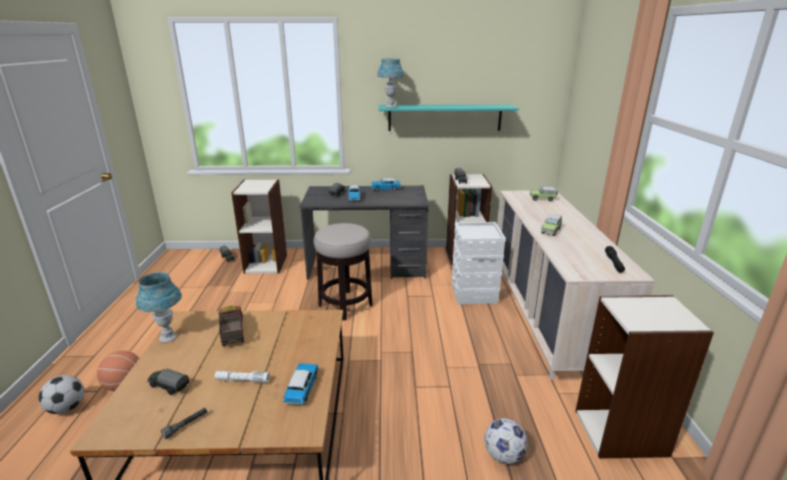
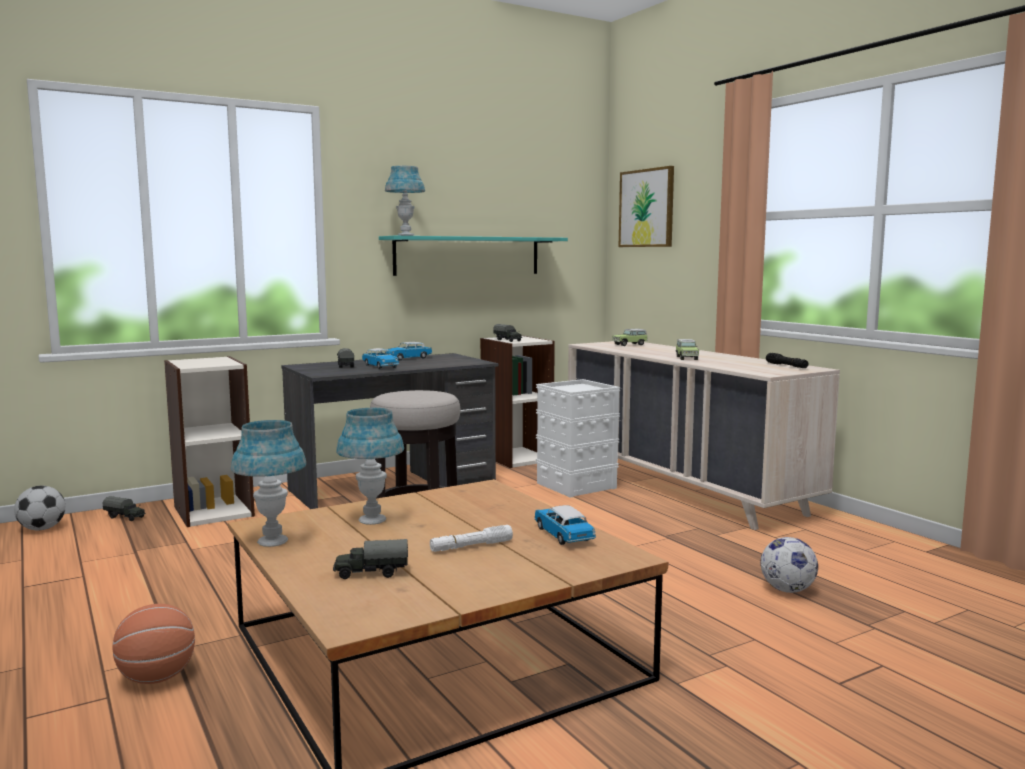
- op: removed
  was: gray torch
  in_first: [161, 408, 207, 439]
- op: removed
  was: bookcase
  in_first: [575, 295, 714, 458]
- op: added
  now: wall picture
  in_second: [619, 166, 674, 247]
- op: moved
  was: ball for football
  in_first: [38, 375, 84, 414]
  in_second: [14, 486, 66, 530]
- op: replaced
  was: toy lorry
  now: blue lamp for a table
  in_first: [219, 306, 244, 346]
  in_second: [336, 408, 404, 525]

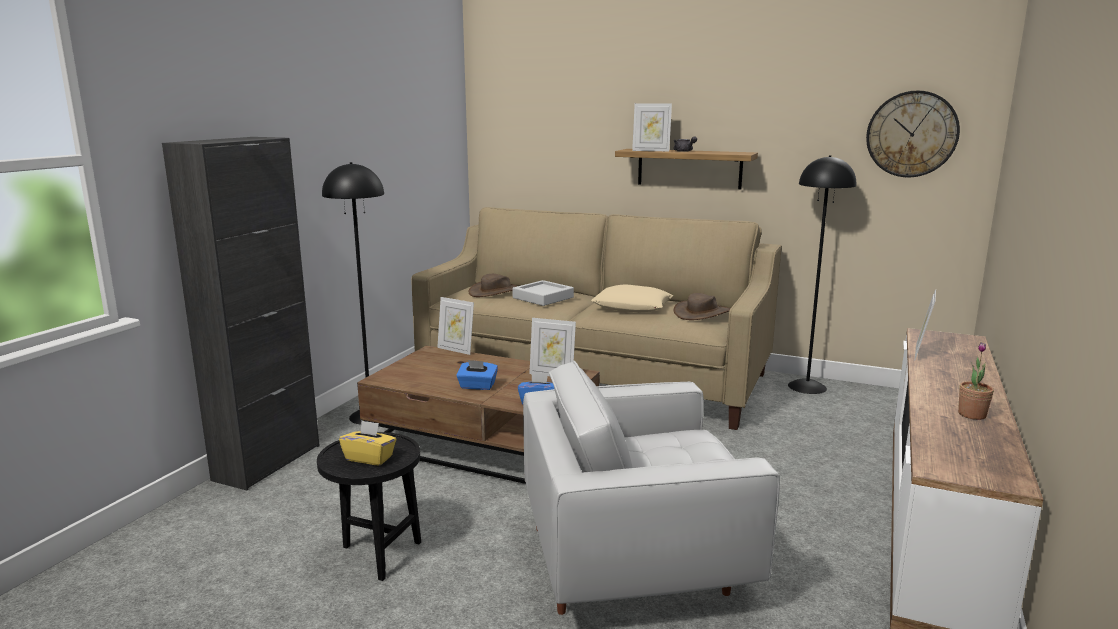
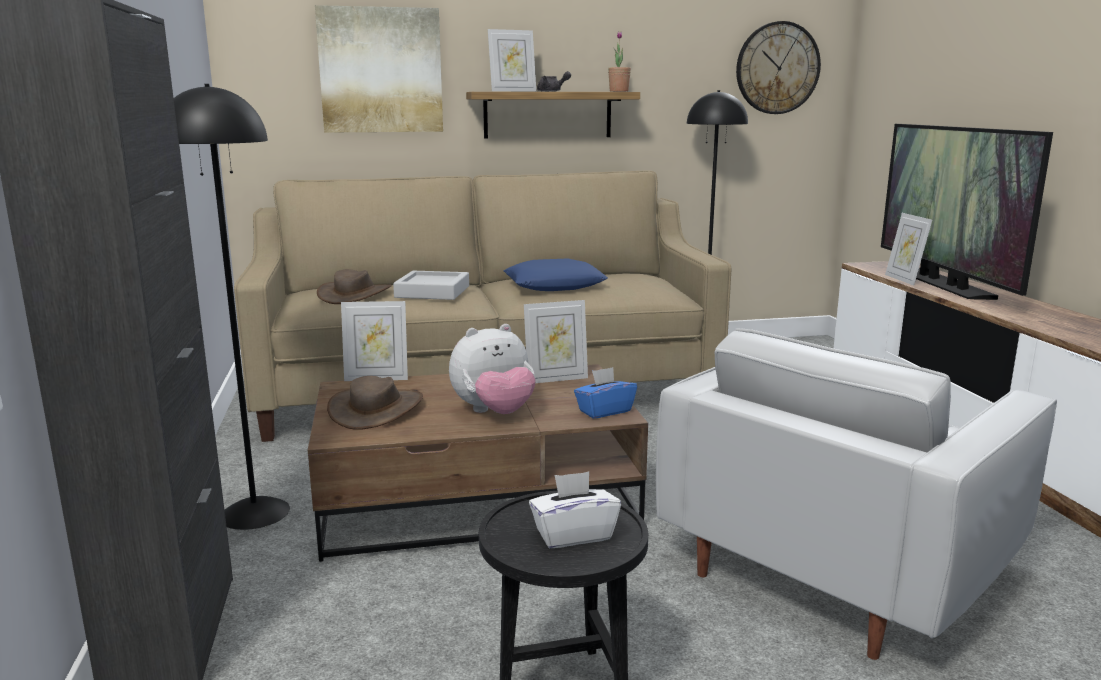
- op: added
  now: wall picture
  in_second: [315, 5, 443, 133]
- op: added
  now: TV set
  in_second: [881, 124, 1053, 300]
- op: moved
  was: brown-coloured wearable hat
  in_first: [674, 293, 731, 320]
  in_second: [327, 376, 423, 430]
- op: moved
  was: plant in a pot
  in_first: [958, 342, 994, 420]
  in_second: [608, 31, 631, 92]
- op: replaced
  was: blue box of tissues
  now: cuddly toy
  in_first: [456, 360, 498, 390]
  in_second: [449, 324, 536, 414]
- op: recoloured
  was: yellow box of tissues
  now: white-coloured box of tissues
  in_first: [339, 420, 396, 466]
  in_second: [529, 471, 621, 548]
- op: recoloured
  was: sand-coloured cushion
  now: blue cushion
  in_first: [591, 284, 673, 313]
  in_second: [504, 258, 608, 291]

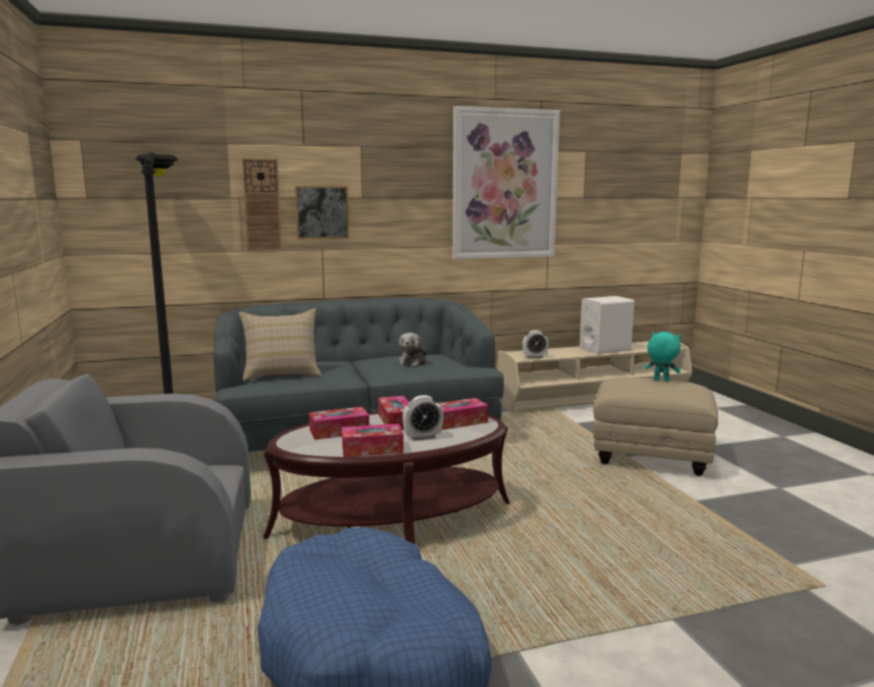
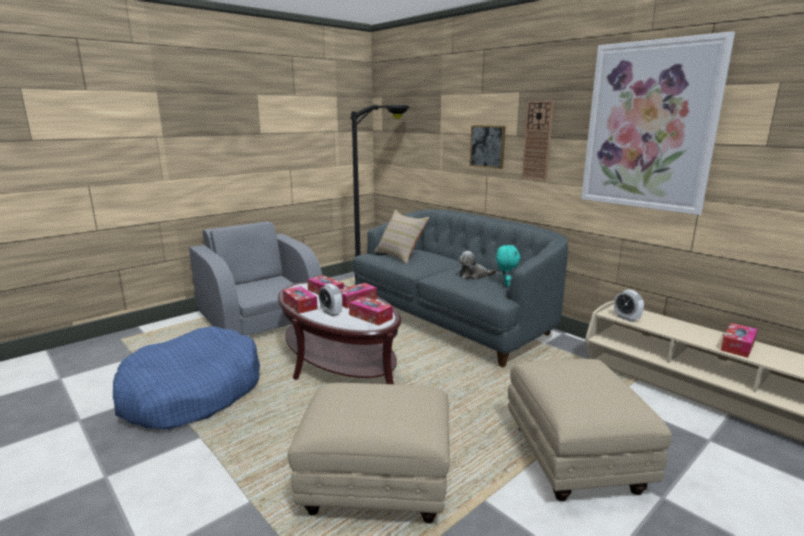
- op: added
  now: sand-coloured footrest
  in_second: [288, 383, 450, 523]
- op: moved
  was: wall clock
  in_first: [242, 158, 282, 252]
  in_second: [522, 101, 554, 181]
- op: moved
  was: blue-green cuddly toy
  in_first: [644, 332, 681, 382]
  in_second: [496, 245, 521, 286]
- op: replaced
  was: white-coloured audio speaker
  now: box of tissues
  in_first: [580, 296, 634, 354]
  in_second: [720, 323, 758, 358]

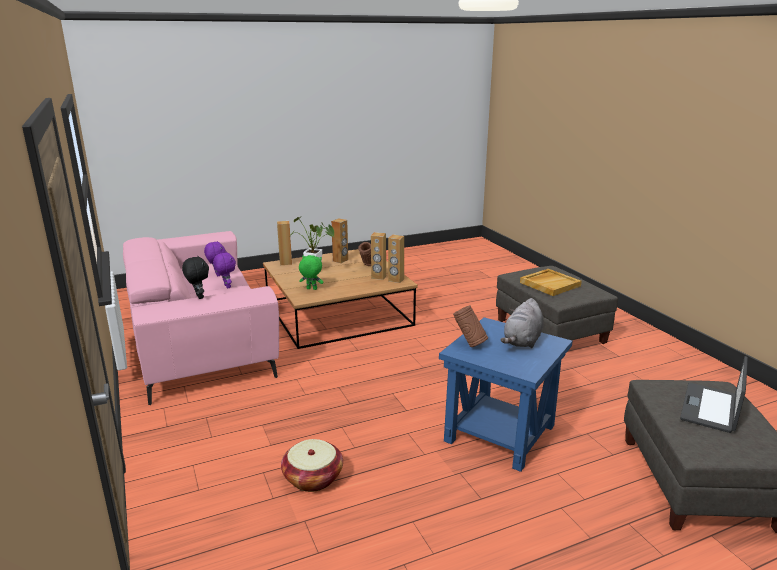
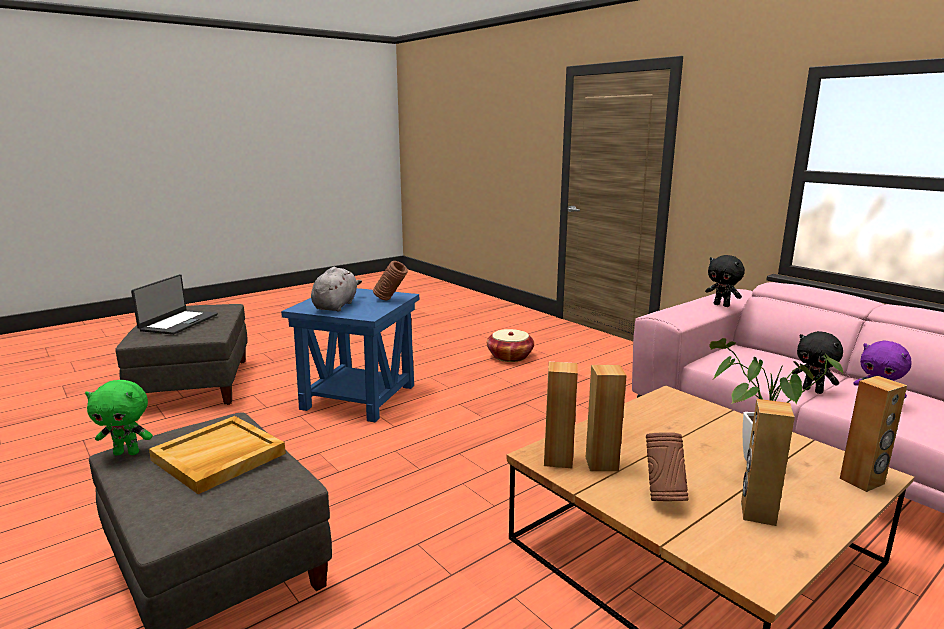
- op: moved
  was: green cuddly toy
  in_first: [299, 255, 323, 290]
  in_second: [85, 380, 153, 456]
- op: recoloured
  was: purple-coloured cuddly toy
  now: blackish cuddly toy
  in_first: [213, 252, 236, 288]
  in_second: [792, 331, 843, 394]

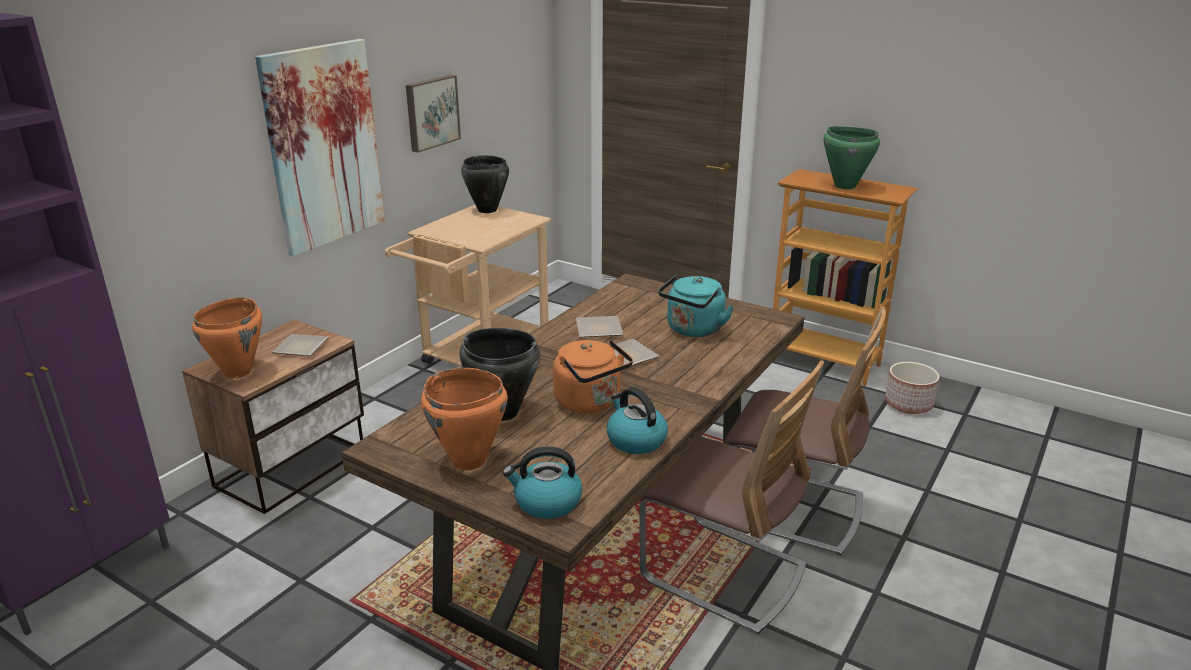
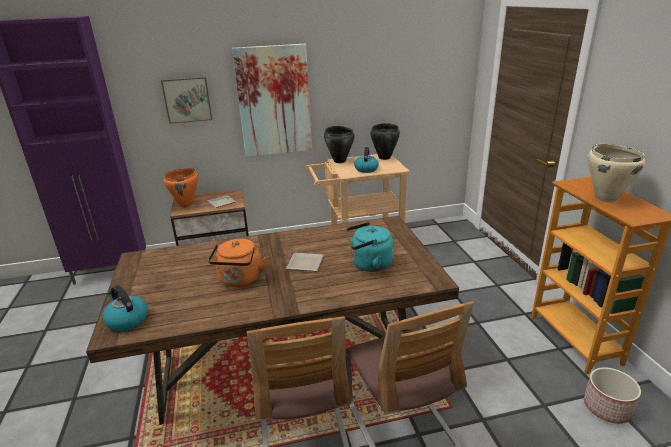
- op: removed
  was: orangey cooking pot
  in_first: [421, 368, 508, 470]
- op: removed
  was: flat dish
  in_first: [576, 316, 623, 337]
- op: moved
  was: wall picture
  in_first: [406, 75, 461, 153]
  in_second: [161, 77, 212, 124]
- op: moved
  was: blackish cooking pot
  in_first: [459, 328, 540, 421]
  in_second: [324, 126, 354, 163]
- op: moved
  was: tea kettle
  in_first: [607, 387, 668, 454]
  in_second: [354, 147, 379, 173]
- op: recoloured
  was: green cooking pot
  now: sand-coloured cooking pot
  in_first: [824, 126, 880, 189]
  in_second: [588, 144, 645, 203]

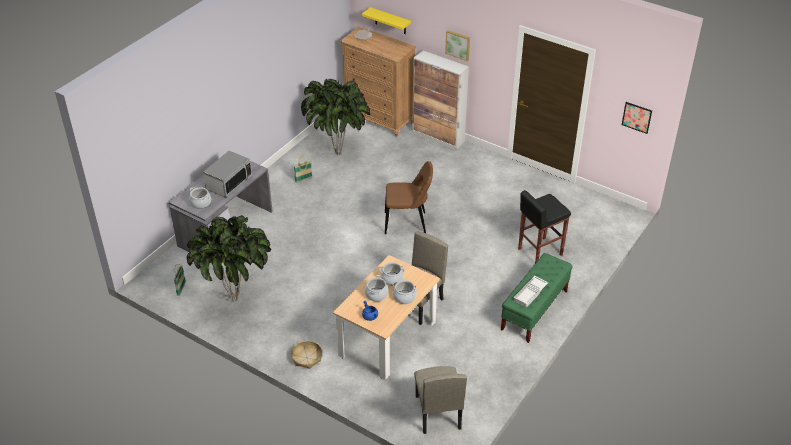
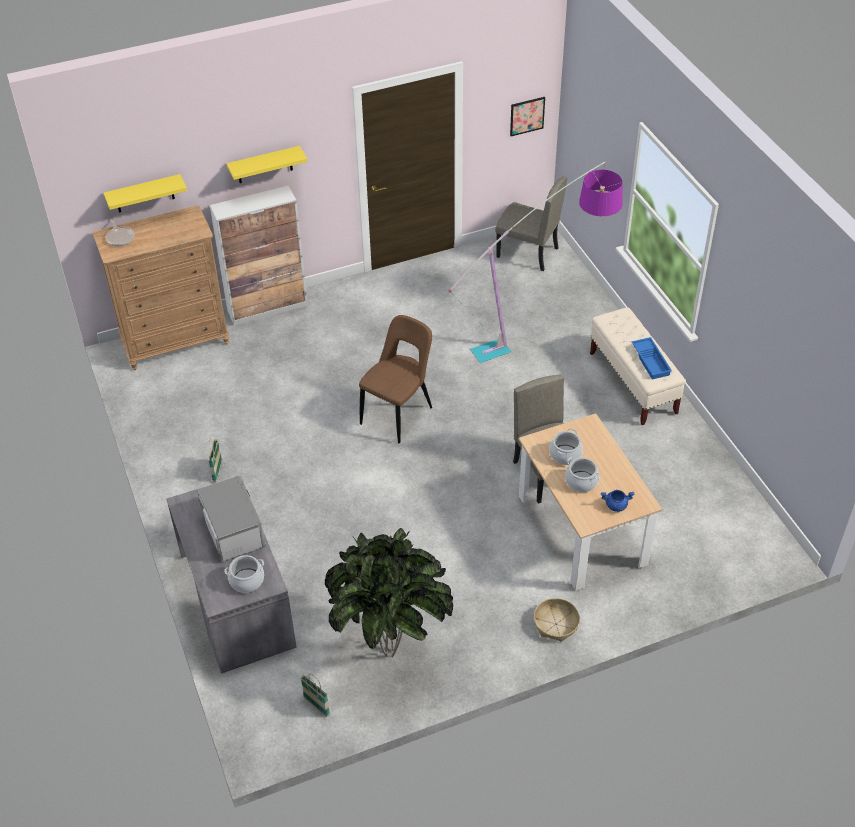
- op: removed
  was: plant in a pot
  in_first: [301, 79, 370, 155]
- op: removed
  was: cooking pot
  in_first: [392, 280, 417, 304]
- op: moved
  was: sand-coloured plain chair
  in_first: [414, 366, 467, 434]
  in_second: [495, 177, 567, 271]
- op: replaced
  was: wall picture
  now: yellow bracket shelf
  in_first: [445, 30, 470, 61]
  in_second: [227, 146, 307, 183]
- op: replaced
  was: blackish stool
  now: standing lamp
  in_first: [518, 190, 571, 263]
  in_second: [449, 161, 623, 363]
- op: recoloured
  was: green long seat
  now: sand-coloured long seat
  in_first: [501, 253, 572, 343]
  in_second: [590, 307, 686, 425]
- op: recoloured
  was: white-coloured tray
  now: blue tray
  in_first: [513, 276, 548, 307]
  in_second: [632, 337, 672, 379]

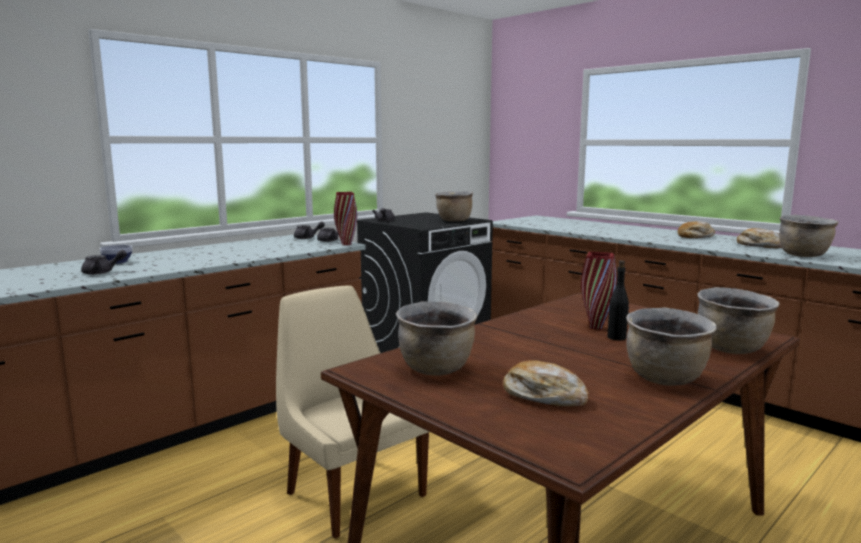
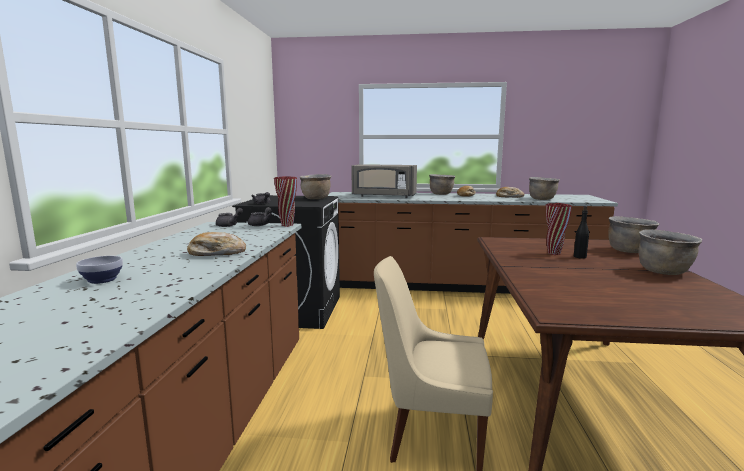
- op: removed
  was: gray pot for tea
  in_first: [81, 250, 127, 275]
- op: added
  now: gray microwave oven
  in_second: [351, 164, 417, 198]
- op: moved
  was: brown-coloured cooking pot
  in_first: [396, 301, 477, 376]
  in_second: [429, 174, 455, 195]
- op: moved
  was: baked bread
  in_first: [503, 360, 589, 407]
  in_second: [187, 232, 246, 256]

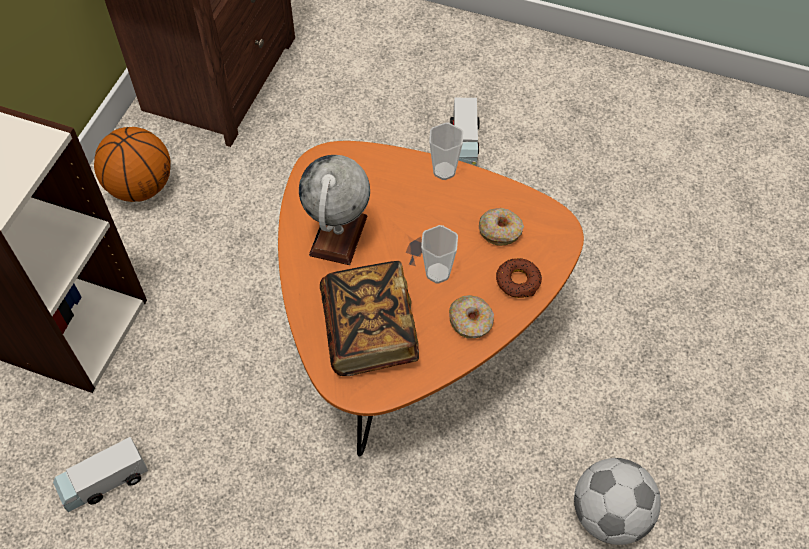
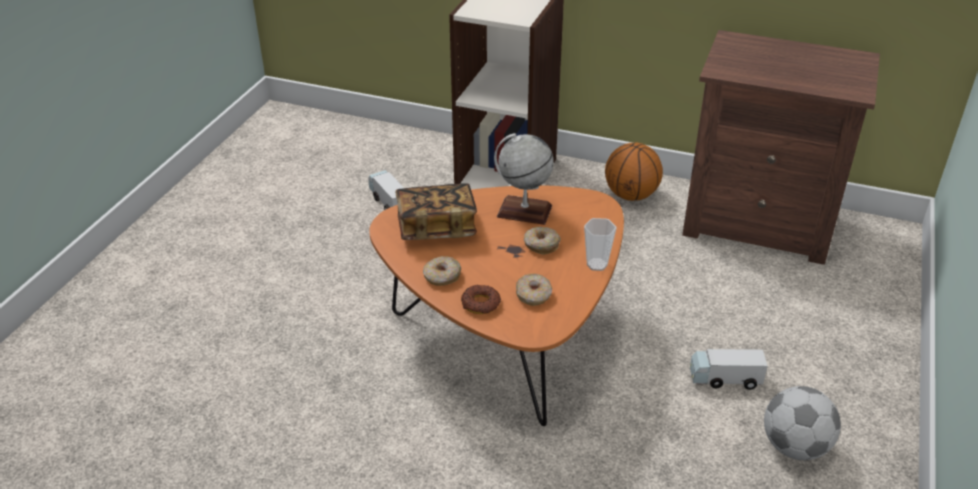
- op: removed
  was: drinking cup
  in_first: [421, 225, 458, 284]
- op: added
  now: donut
  in_second: [524, 227, 561, 255]
- op: moved
  was: ball for football
  in_first: [574, 458, 661, 545]
  in_second: [764, 386, 841, 460]

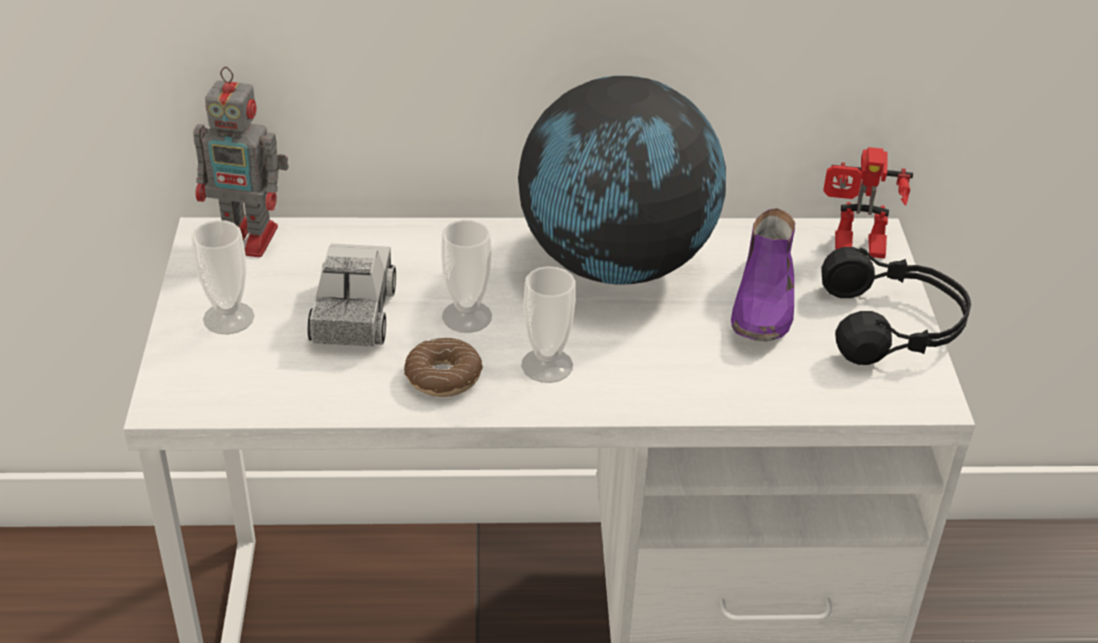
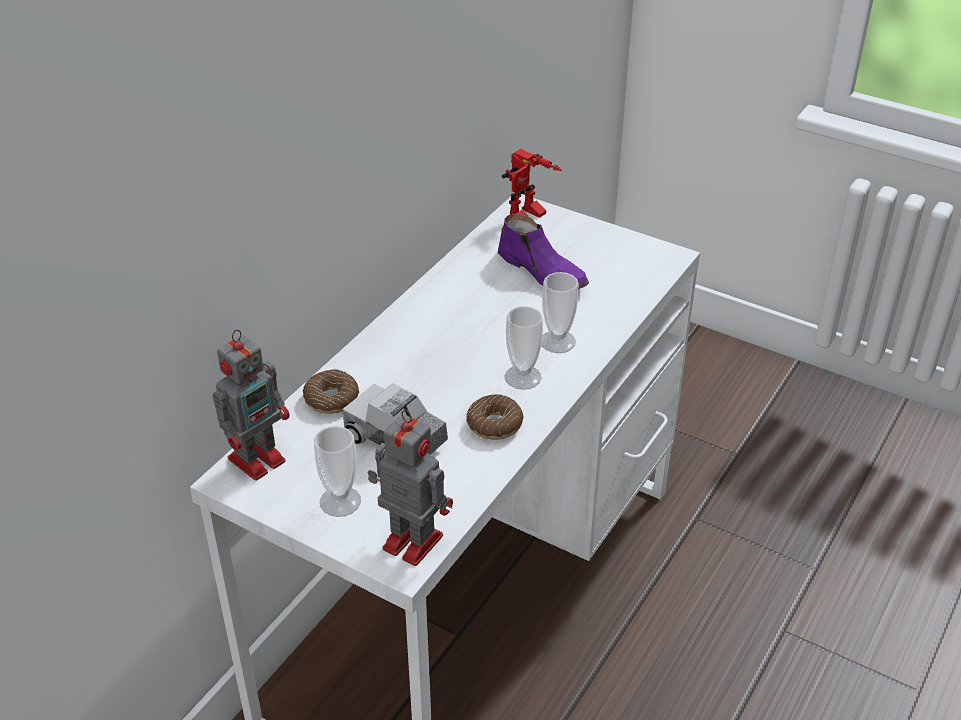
- op: removed
  was: desk globe
  in_first: [518, 76, 726, 285]
- op: removed
  was: blackish headphones
  in_first: [821, 247, 971, 365]
- op: added
  now: donut
  in_second: [303, 369, 359, 414]
- op: added
  now: toy robot
  in_second: [368, 410, 453, 566]
- op: moved
  was: drinking cup
  in_first: [441, 220, 492, 333]
  in_second: [542, 272, 578, 353]

